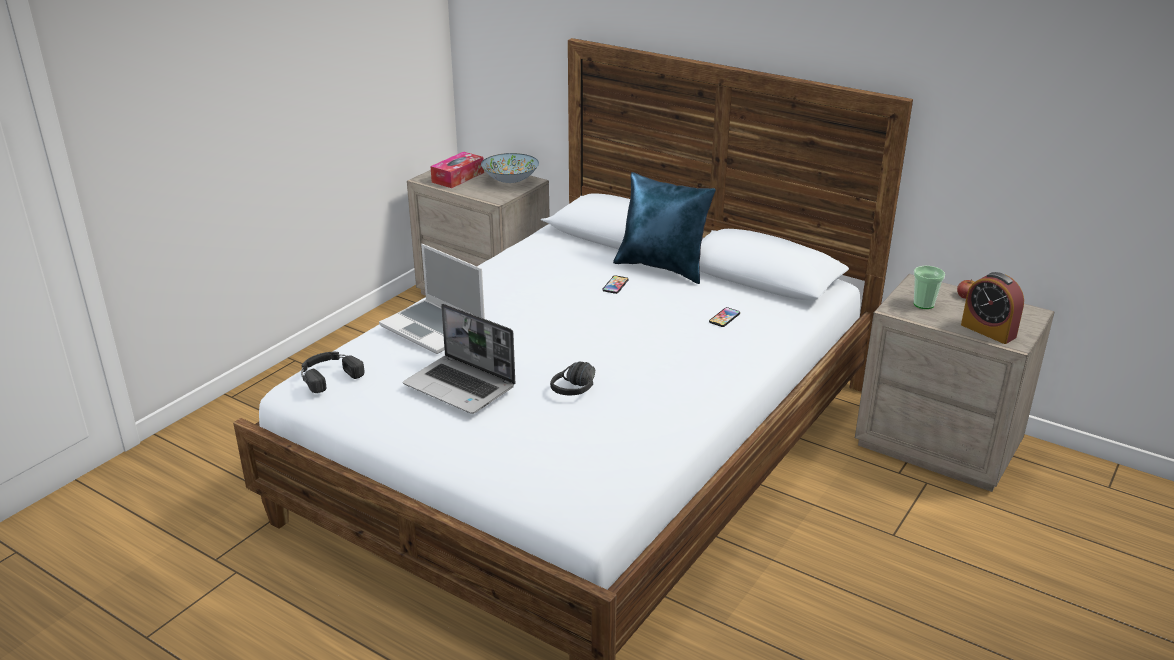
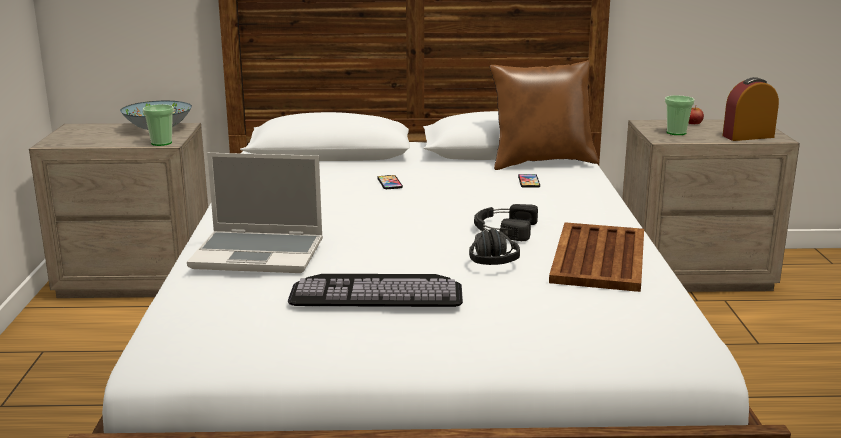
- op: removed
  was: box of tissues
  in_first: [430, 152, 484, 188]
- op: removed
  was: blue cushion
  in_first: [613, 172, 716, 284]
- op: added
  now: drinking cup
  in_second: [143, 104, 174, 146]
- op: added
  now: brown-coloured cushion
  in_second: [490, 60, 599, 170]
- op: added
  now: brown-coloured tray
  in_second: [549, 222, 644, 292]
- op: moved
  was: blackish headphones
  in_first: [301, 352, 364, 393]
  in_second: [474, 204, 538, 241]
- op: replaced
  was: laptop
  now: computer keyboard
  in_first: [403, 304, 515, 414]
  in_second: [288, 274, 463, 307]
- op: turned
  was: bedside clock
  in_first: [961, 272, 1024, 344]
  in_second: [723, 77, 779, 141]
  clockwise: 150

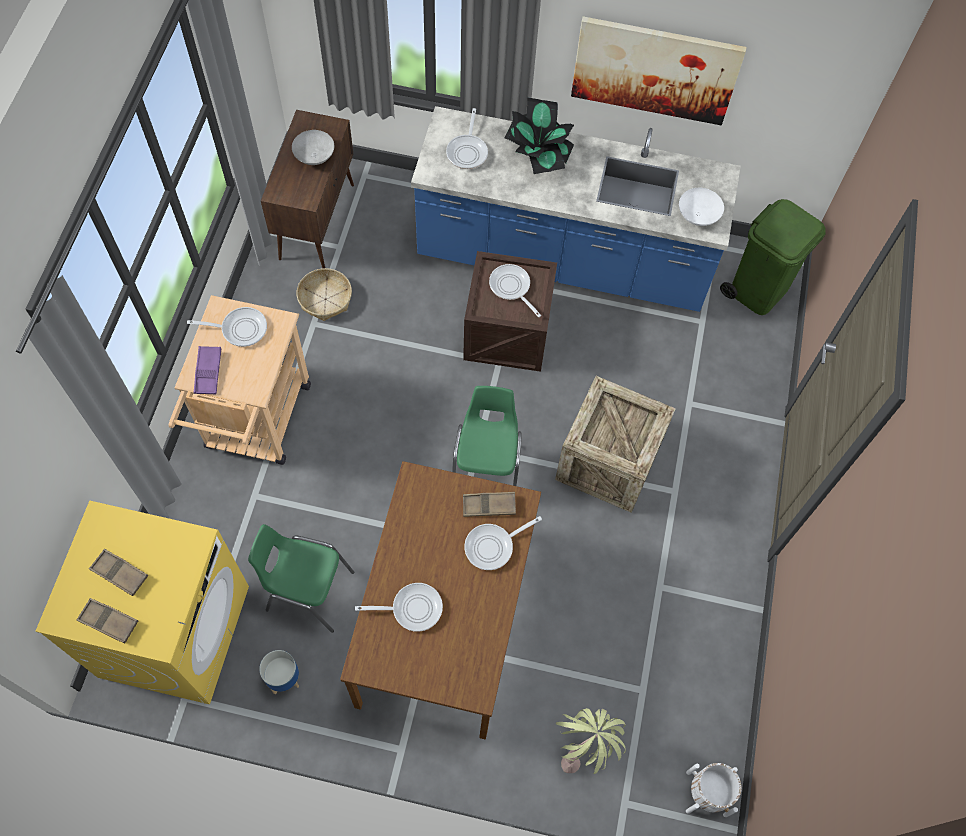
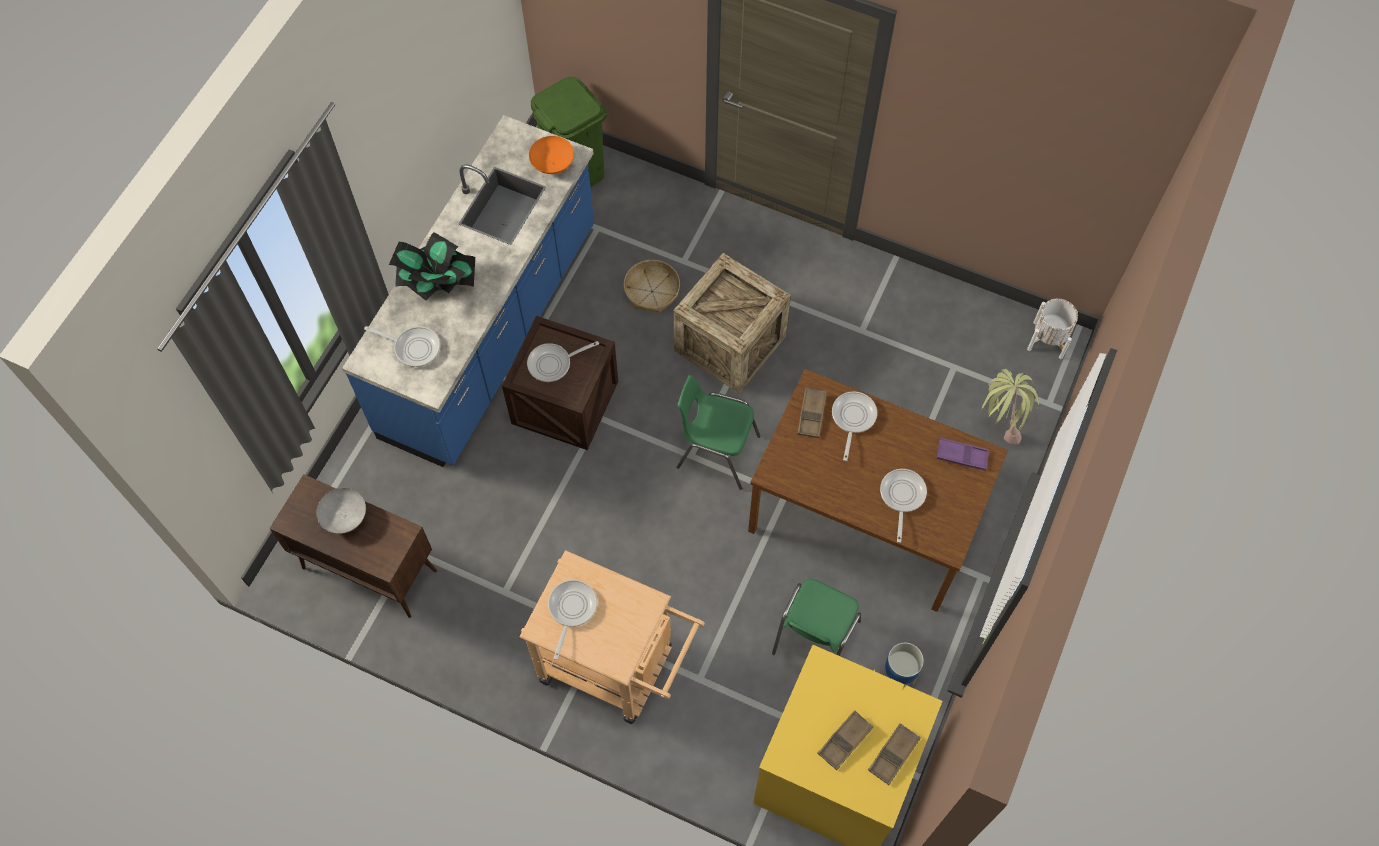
- op: removed
  was: wall picture
  in_first: [571, 17, 747, 125]
- op: moved
  was: purple-coloured tray
  in_first: [194, 346, 221, 395]
  in_second: [936, 438, 989, 471]
- op: moved
  was: storage basket
  in_first: [296, 268, 352, 321]
  in_second: [623, 260, 680, 313]
- op: recoloured
  was: white-coloured bowl
  now: orangey bowl
  in_first: [679, 188, 724, 226]
  in_second: [529, 136, 574, 174]
- op: turned
  was: skillet
  in_first: [464, 516, 542, 570]
  in_second: [832, 391, 877, 461]
  clockwise: -150

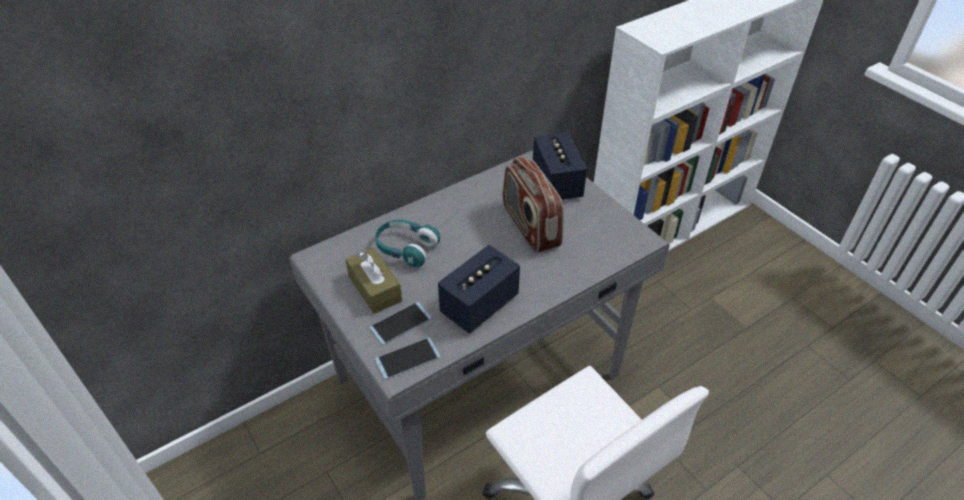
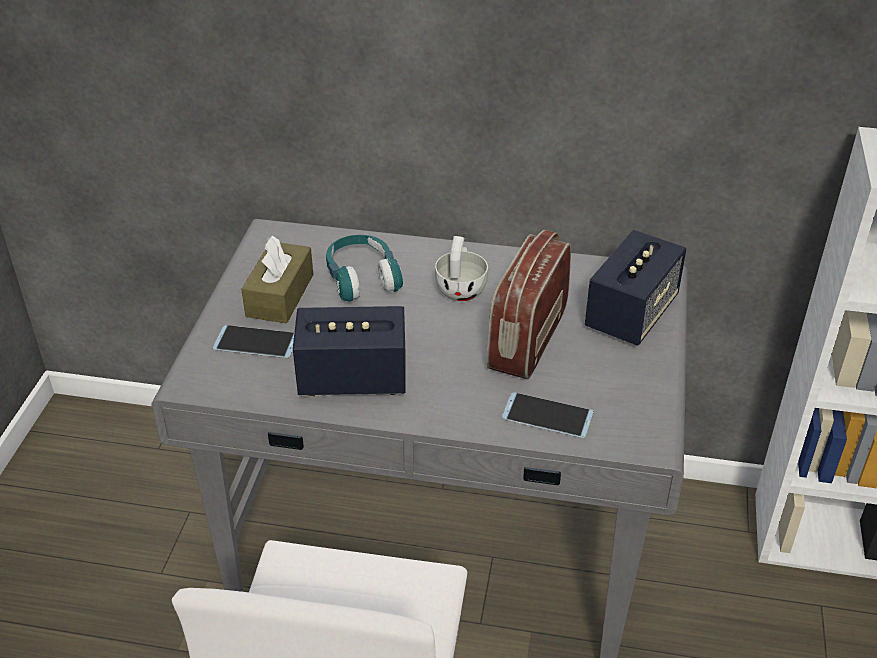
- op: added
  now: white-coloured drinking cup
  in_second: [435, 236, 488, 301]
- op: moved
  was: telephone
  in_first: [375, 337, 440, 379]
  in_second: [502, 392, 594, 438]

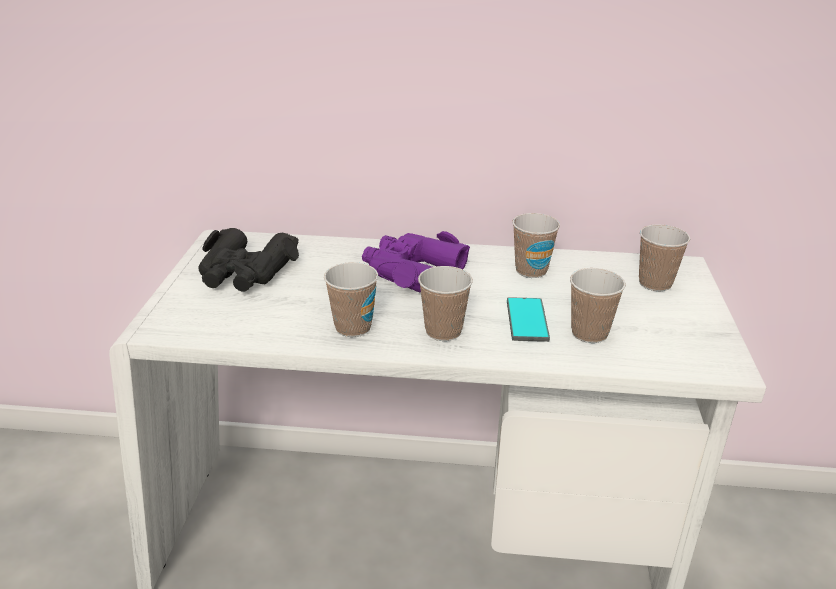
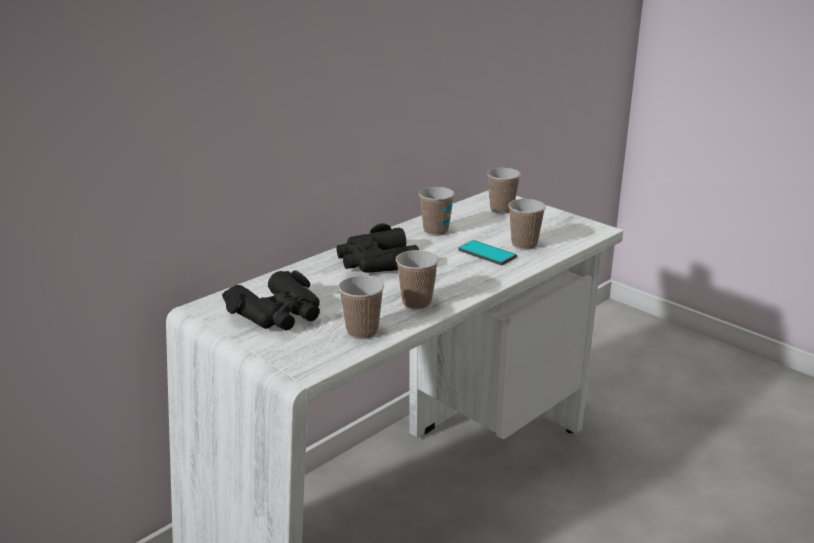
- op: moved
  was: drinking cup
  in_first: [418, 266, 473, 341]
  in_second: [338, 276, 384, 339]
- op: recoloured
  was: purple-coloured binoculars
  now: blackish binoculars
  in_first: [362, 231, 470, 293]
  in_second: [336, 223, 419, 273]

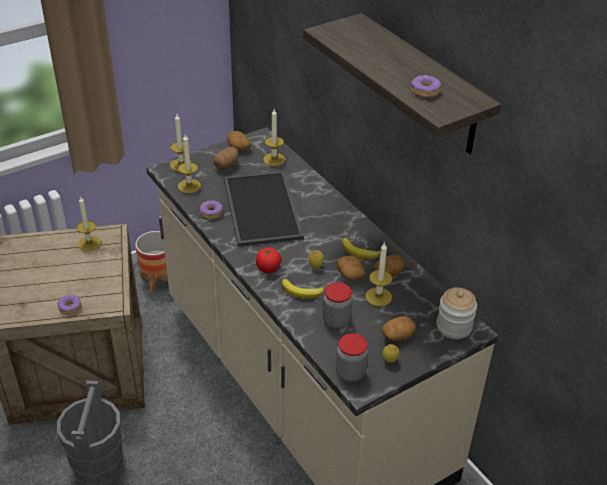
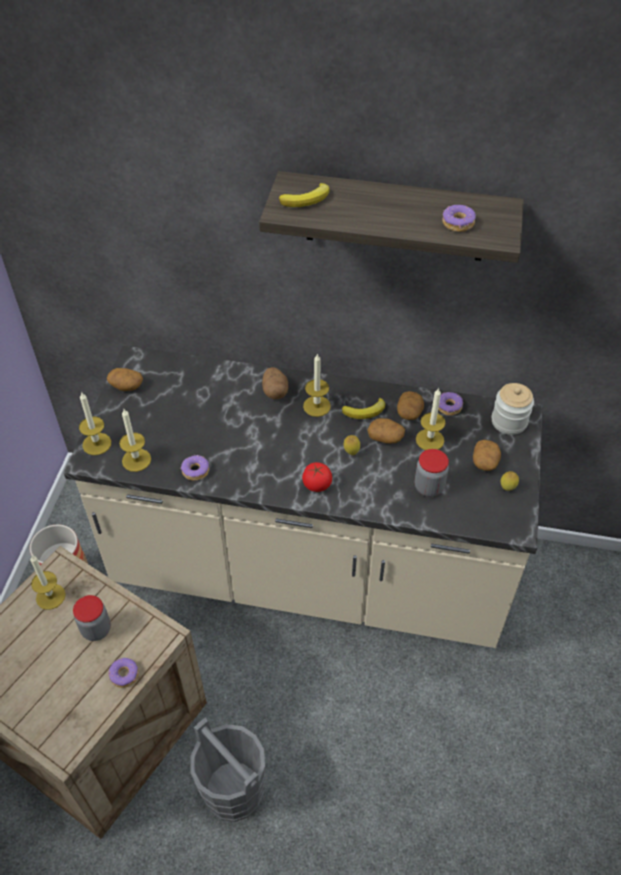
- op: removed
  was: tray
  in_first: [224, 171, 304, 247]
- op: added
  now: donut
  in_second: [438, 392, 463, 415]
- op: moved
  was: spud
  in_first: [213, 147, 238, 170]
  in_second: [262, 367, 288, 399]
- op: moved
  was: wax light
  in_first: [263, 109, 286, 166]
  in_second: [303, 353, 331, 417]
- op: moved
  was: banana
  in_first: [282, 279, 324, 299]
  in_second: [279, 183, 330, 207]
- op: moved
  was: jar
  in_first: [336, 333, 368, 382]
  in_second: [73, 595, 111, 641]

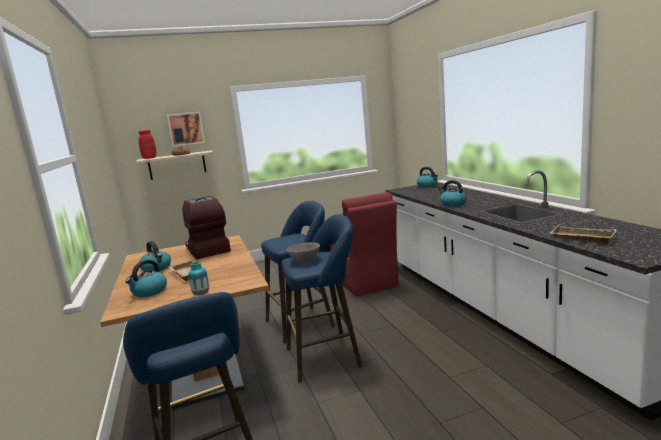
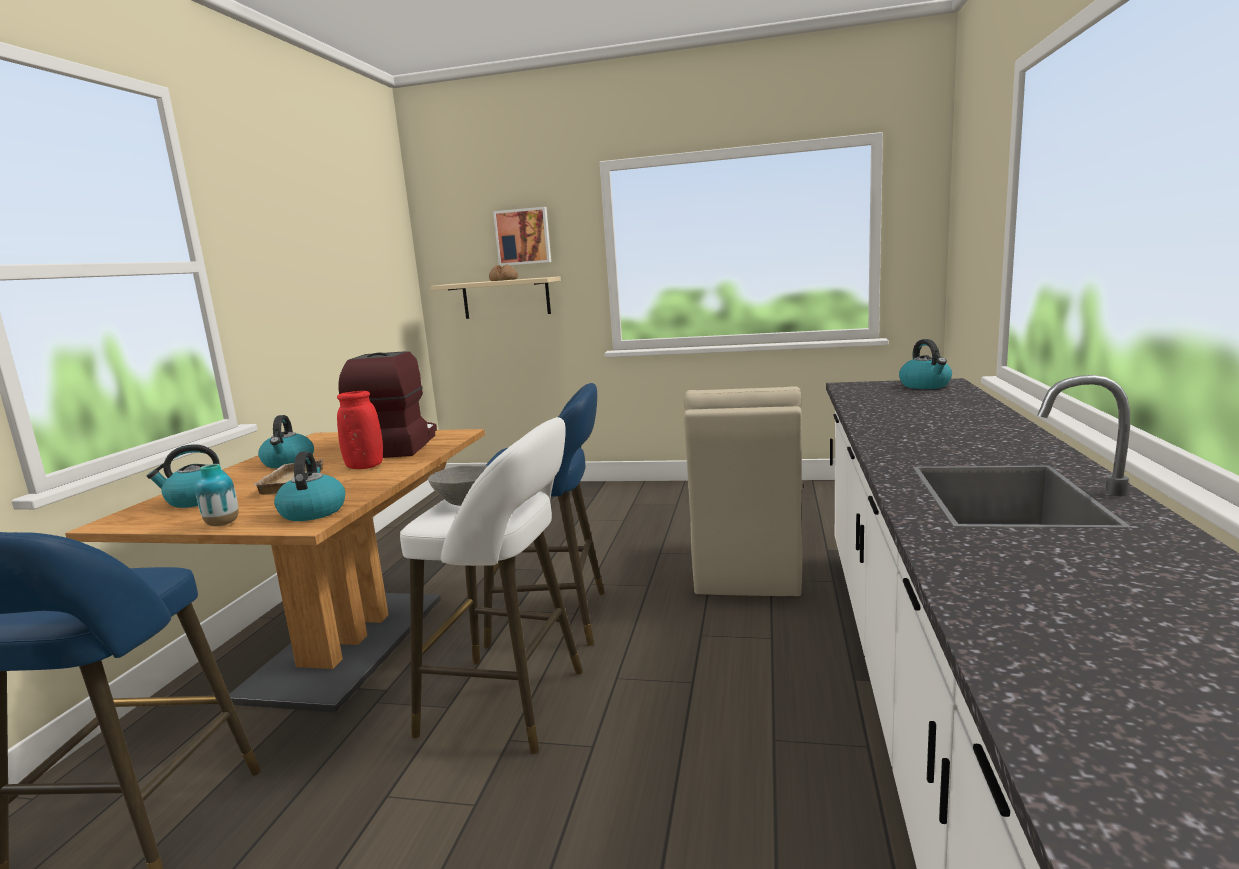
- op: removed
  was: sand-coloured tray
  in_first: [550, 226, 617, 244]
- op: moved
  was: red flower vase
  in_first: [139, 130, 156, 159]
  in_second: [337, 391, 383, 469]
- op: moved
  was: tea kettle
  in_first: [438, 180, 467, 207]
  in_second: [274, 451, 345, 521]
- op: recoloured
  was: blue stool
  now: white-coloured stool
  in_first: [282, 214, 362, 383]
  in_second: [400, 417, 583, 754]
- op: recoloured
  was: red plain chair
  now: sand-coloured plain chair
  in_first: [330, 192, 399, 296]
  in_second: [684, 386, 803, 596]

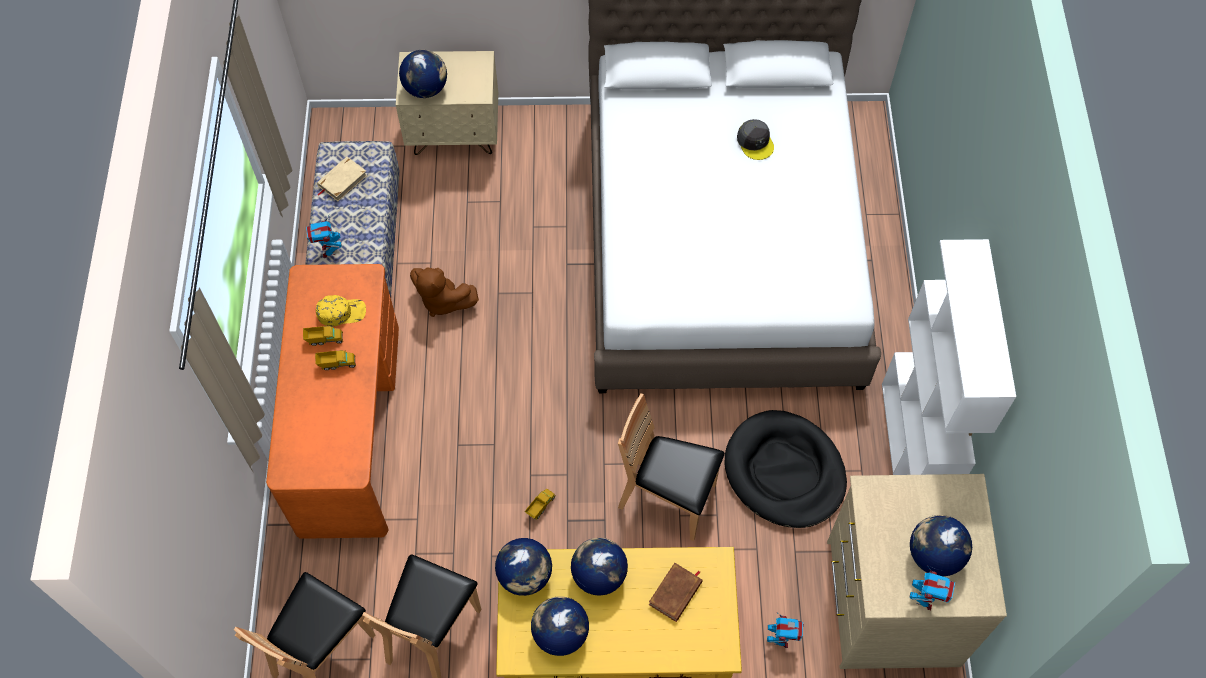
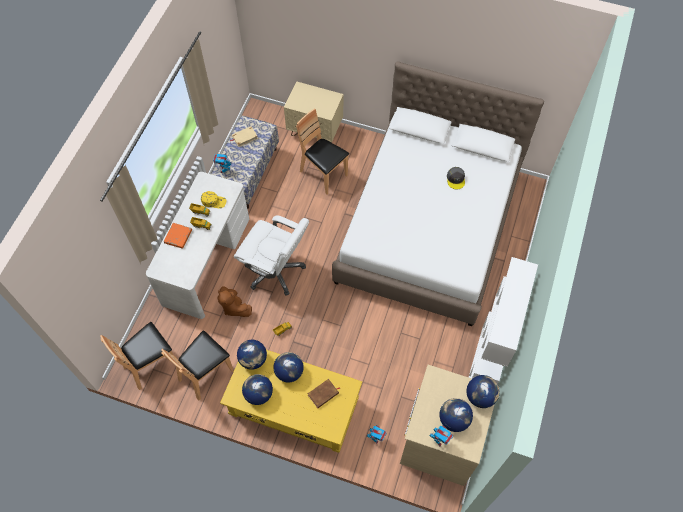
- op: removed
  was: blackish dog cushion
  in_first: [725, 410, 847, 528]
- op: added
  now: orangey book
  in_second: [164, 223, 192, 249]
- op: added
  now: white-coloured computer chair
  in_second: [234, 215, 309, 296]
- op: moved
  was: desk globe
  in_first: [399, 50, 447, 98]
  in_second: [466, 375, 500, 408]
- op: moved
  was: brown-coloured cuddly toy
  in_first: [410, 267, 479, 317]
  in_second: [218, 286, 252, 317]
- op: moved
  was: brown-coloured plain chair
  in_first: [618, 393, 725, 541]
  in_second: [296, 108, 349, 194]
- op: recoloured
  was: orangey desk table
  now: white-coloured desk table
  in_first: [266, 264, 399, 539]
  in_second: [146, 172, 249, 319]

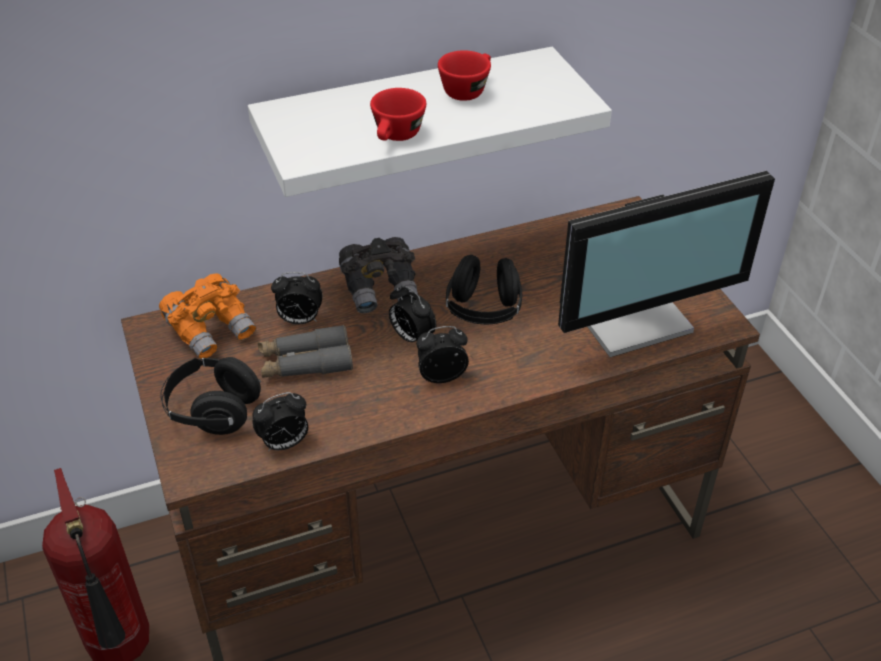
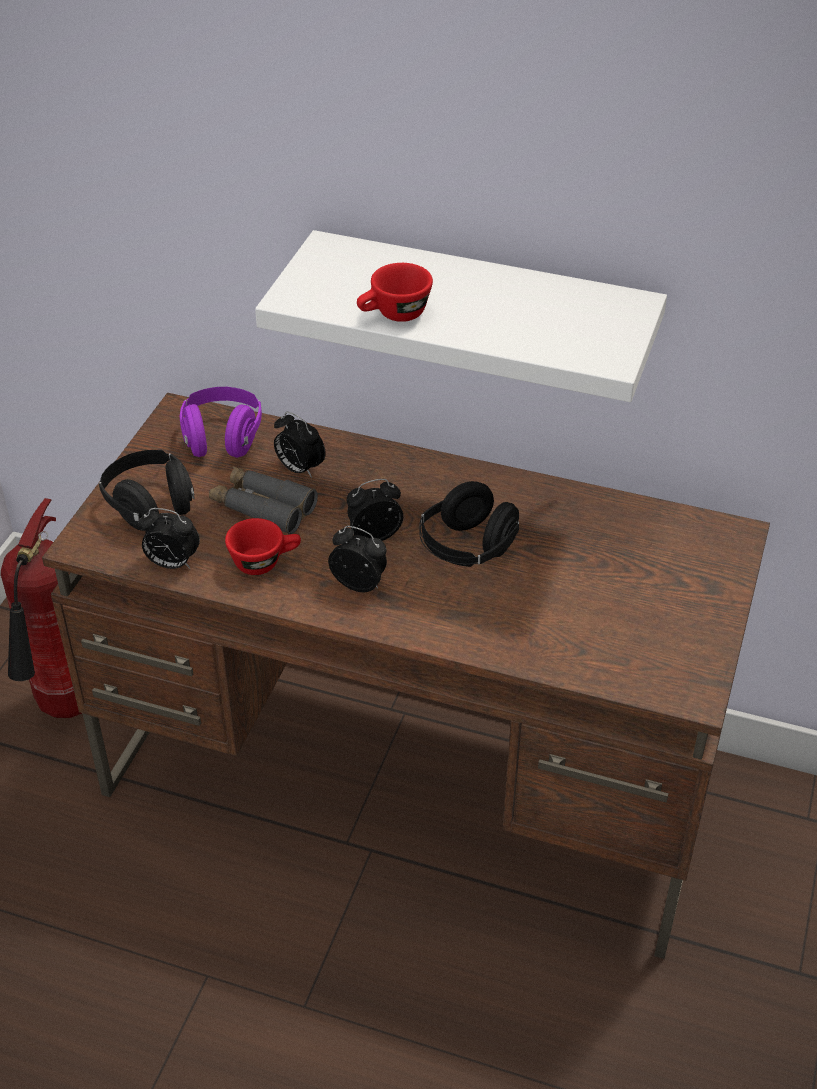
- op: removed
  was: gray binoculars
  in_first: [339, 237, 418, 313]
- op: removed
  was: computer screen
  in_first: [558, 171, 775, 357]
- op: moved
  was: red drinking cup
  in_first: [438, 50, 491, 101]
  in_second: [225, 518, 301, 575]
- op: replaced
  was: orangey binoculars
  now: purple-coloured headphones
  in_first: [159, 273, 256, 359]
  in_second: [180, 387, 262, 458]
- op: turned
  was: bedside clock
  in_first: [389, 285, 436, 342]
  in_second: [347, 479, 403, 541]
  clockwise: 75

